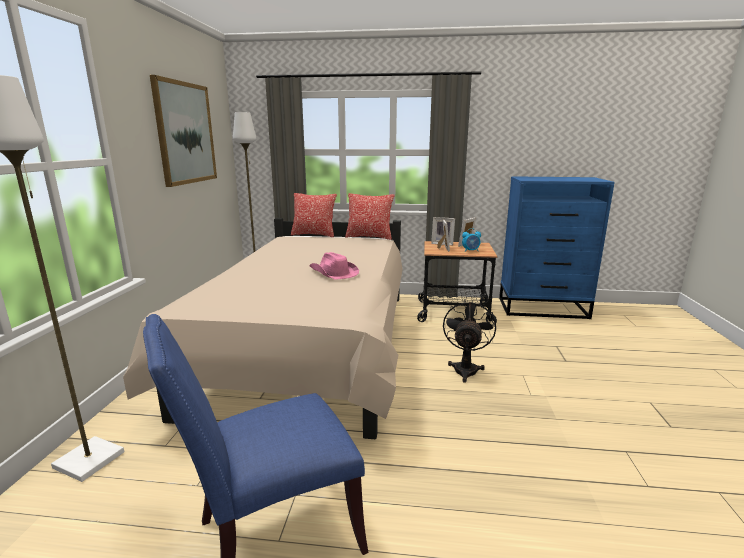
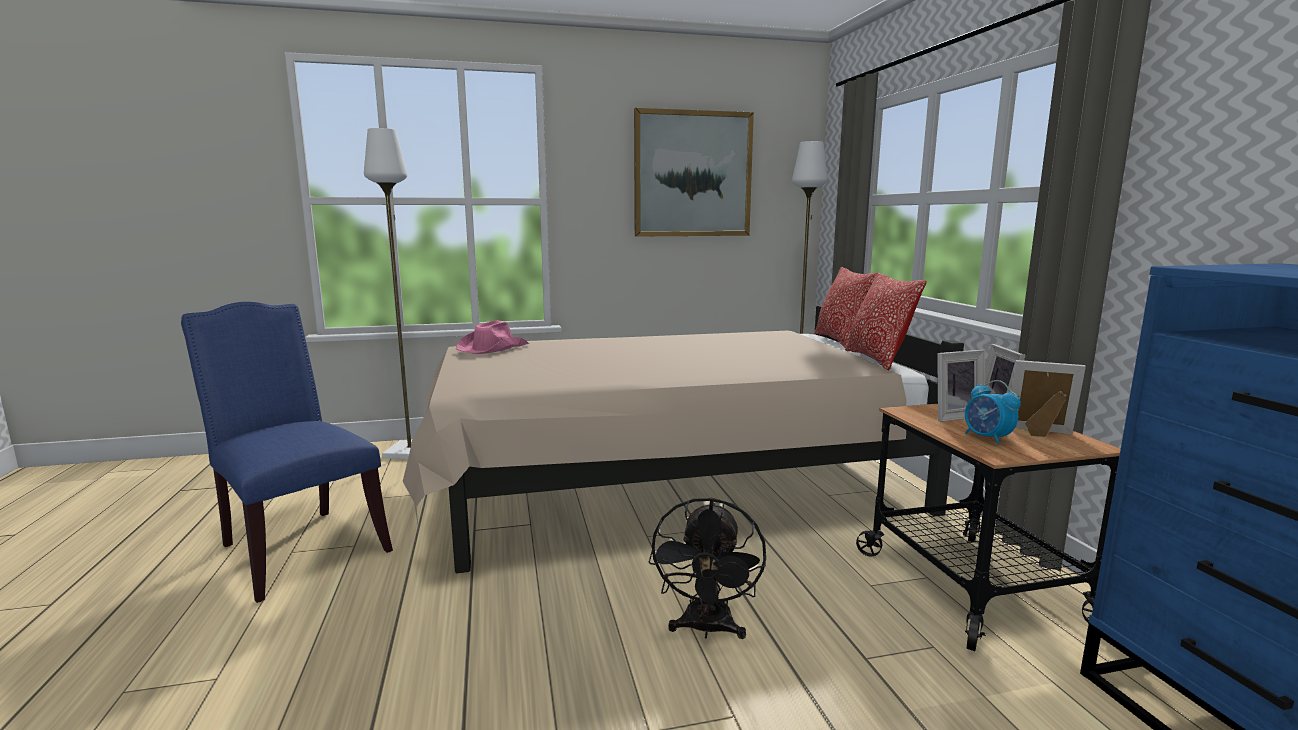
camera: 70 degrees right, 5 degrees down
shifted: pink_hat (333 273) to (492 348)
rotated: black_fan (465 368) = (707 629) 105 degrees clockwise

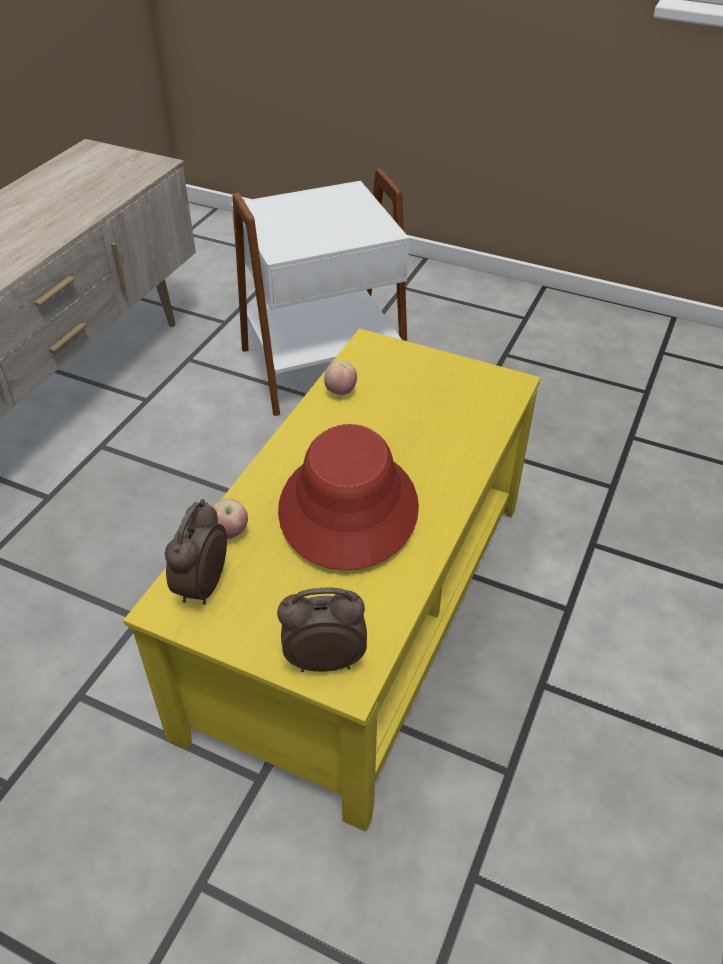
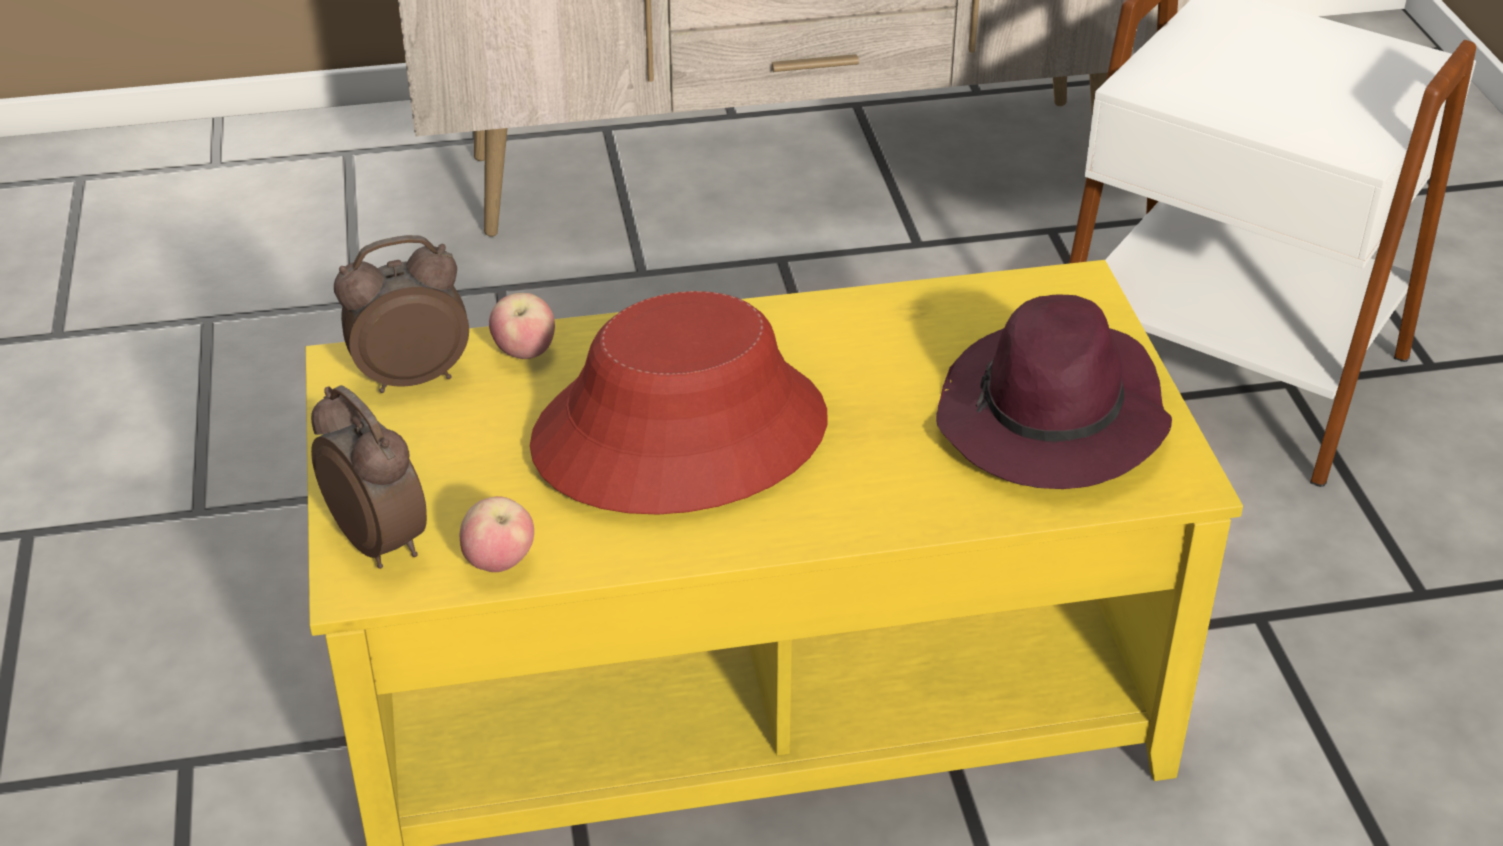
camera: 55 degrees right, 5 degrees down
new: purple_hat (1052 419)
shifted: apple (340 392) to (499 563)

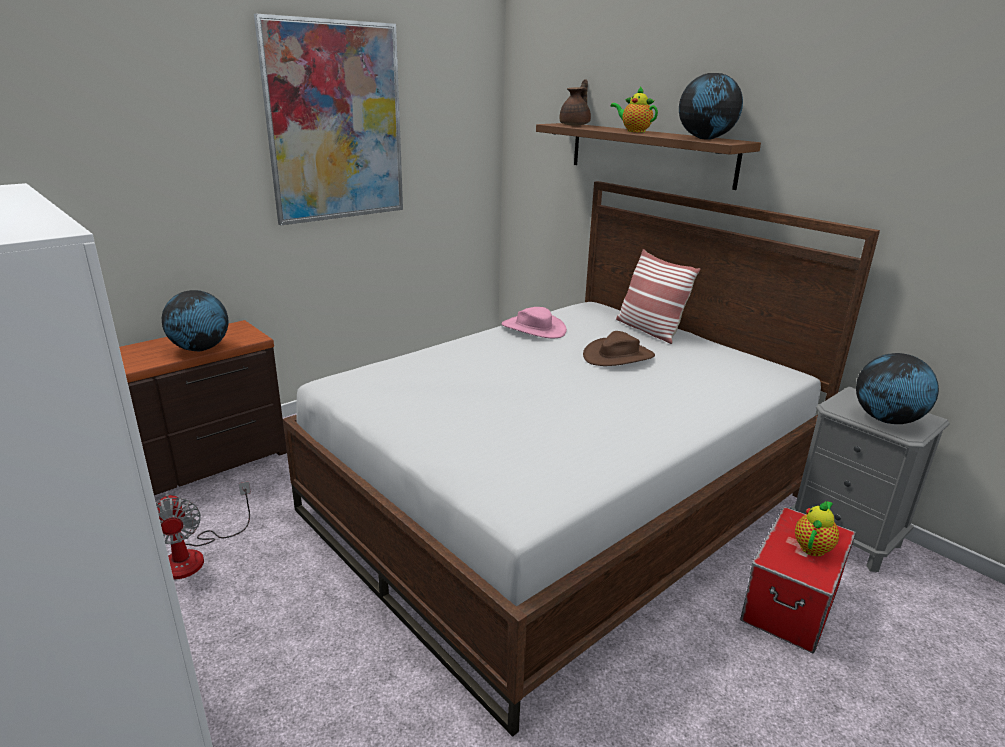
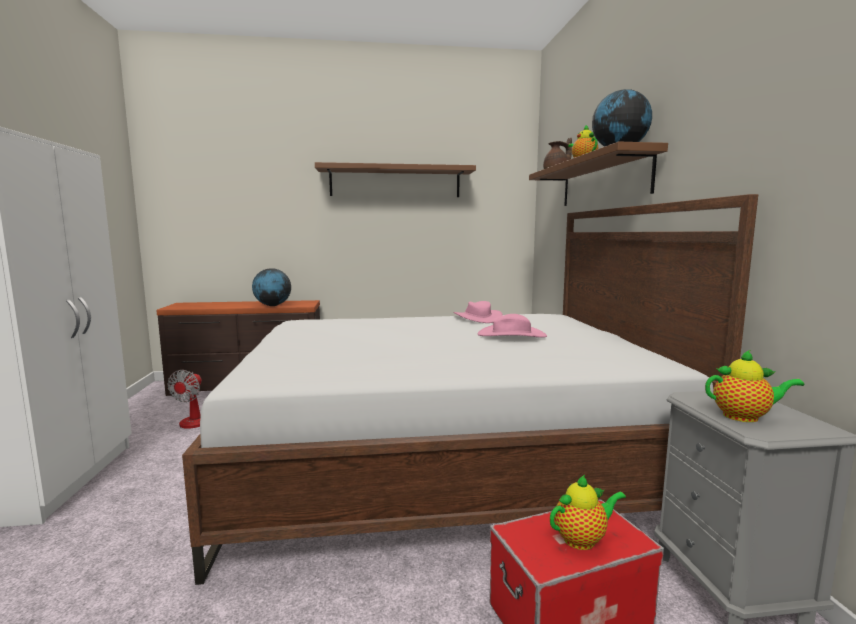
camera: 35 degrees right, 15 degrees down
gone: pillow (649 330)
swapped: picture (336 123) to brown_shelf (395 182); globe (886 420) to teapot (744 417)
repainted: brown_hat (618 356) to pink_hat (512 335)

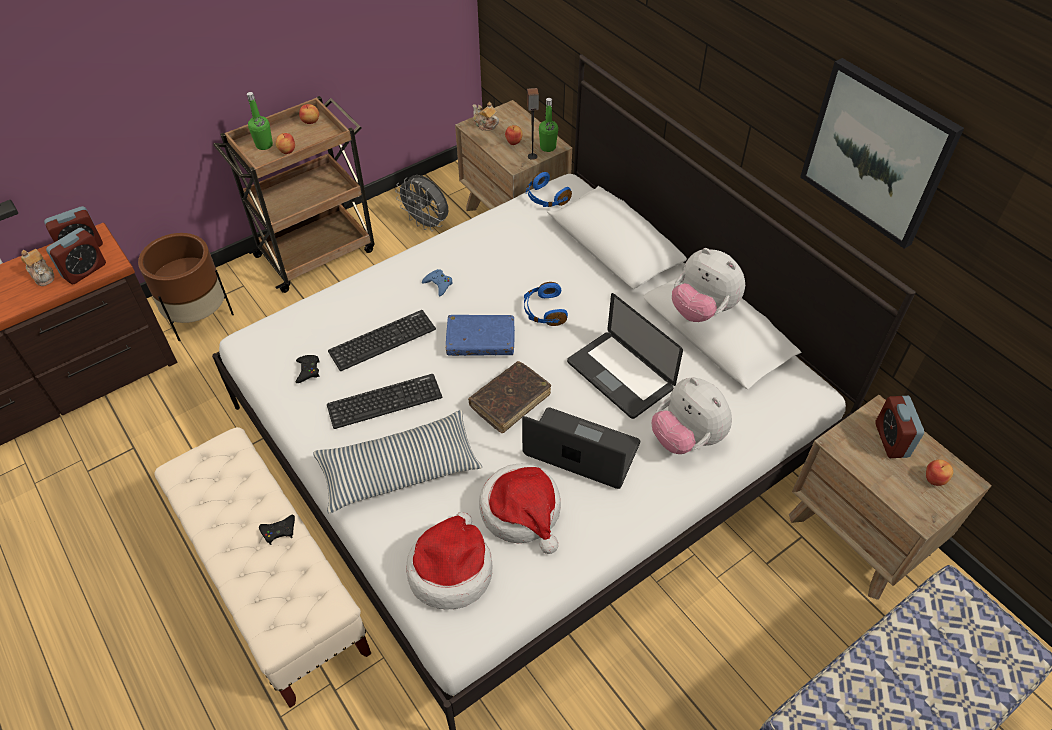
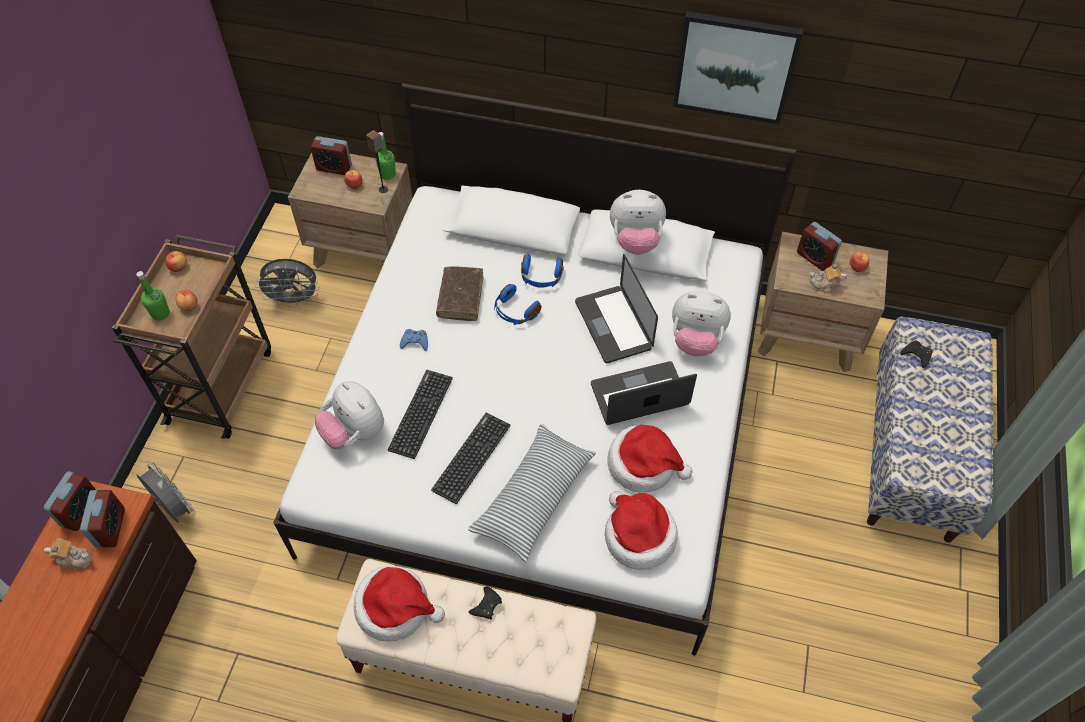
camera: 40 degrees left, 5 degrees up
gone: blue_book (480 341)
new: alarm_clock (334 168); plush_toy (354 432); hat (395 608)
shifted: brown_book (510 401) to (460 297); blue_headphones (546 198) to (541 277); teapot (485 125) to (824 285); black_game_controller (308 370) to (916 355)
swapped: brown_planter (199 317) to grey_fan (173 510)
rotated: laptop (620 375) = (613 325) 60 degrees clockwise

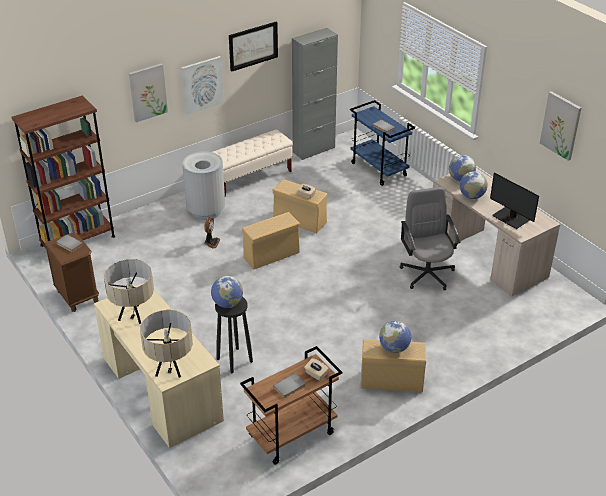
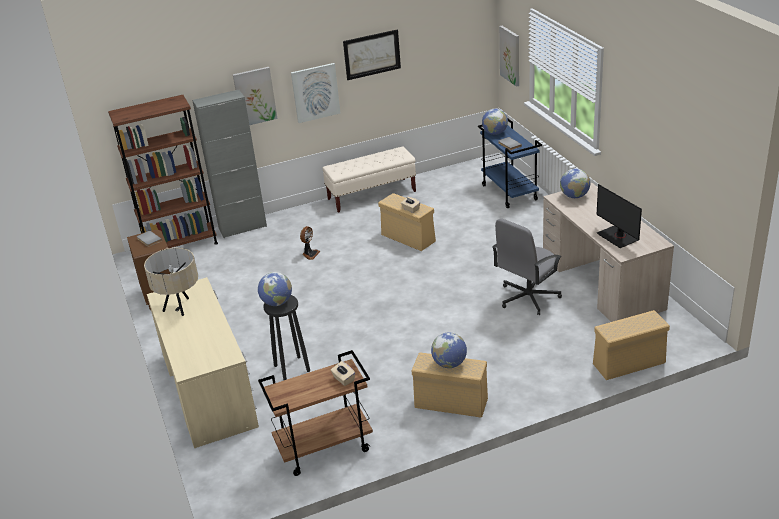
camera: 15 degrees right, 5 degrees down
gone: beige_table_lamp (170 368); grey_trash_can (206 210); grey_book (290 387)
shifted: grey_cabinet (314 150) to (242 227); globe (471 196) to (495 133); picture (561 125) to (510 55); beige_storage_box (272 255) to (629 363)
rotated: grey_office_chair (427 274) = (527 297) 135 degrees counterclockwise

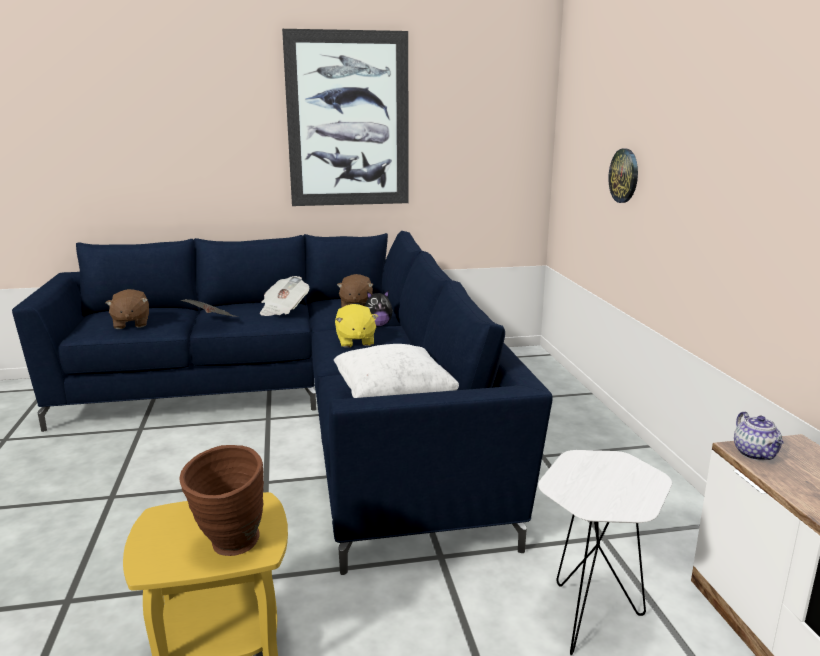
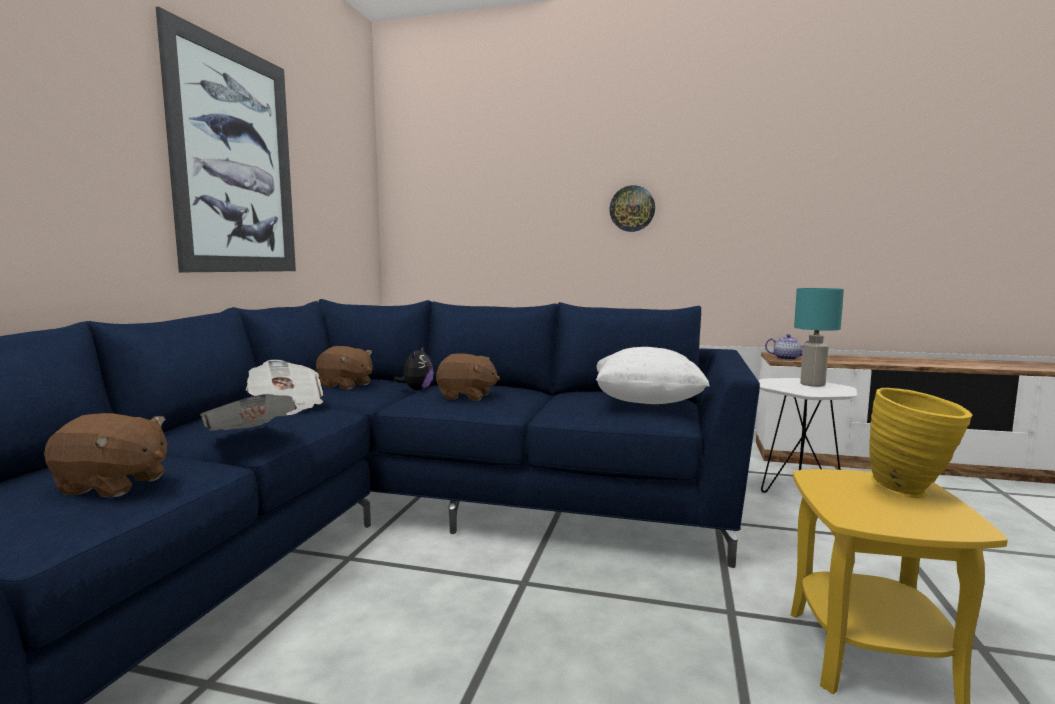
camera: 65 degrees left, 10 degrees down
new: turquoise_table_lamp (813 384)
shifted: wall_clock (624 175) to (632 208)
repainted: yellow_plush_toy (355 341) to brown_plush_toy (467 396); brown_vase (229 549) to yellow_vase (912 492)

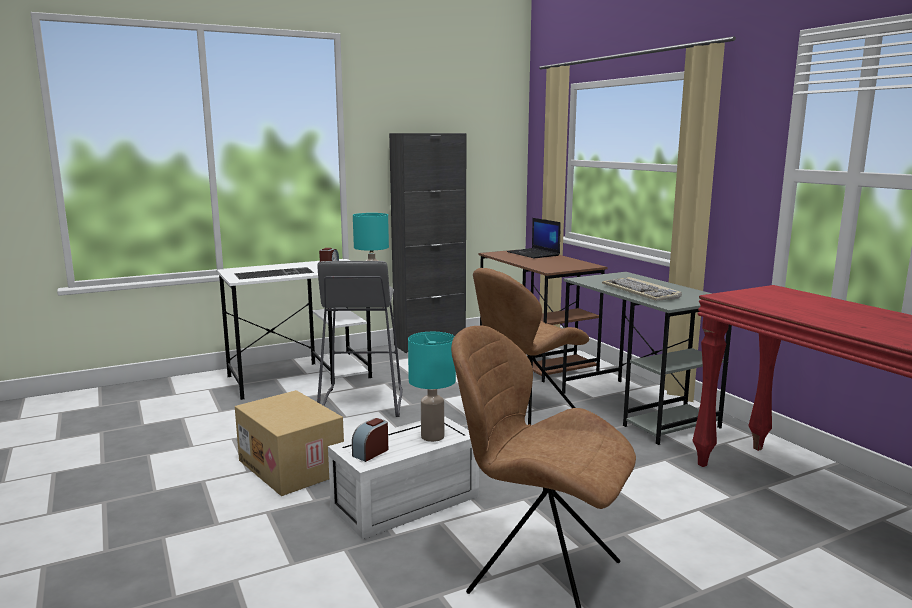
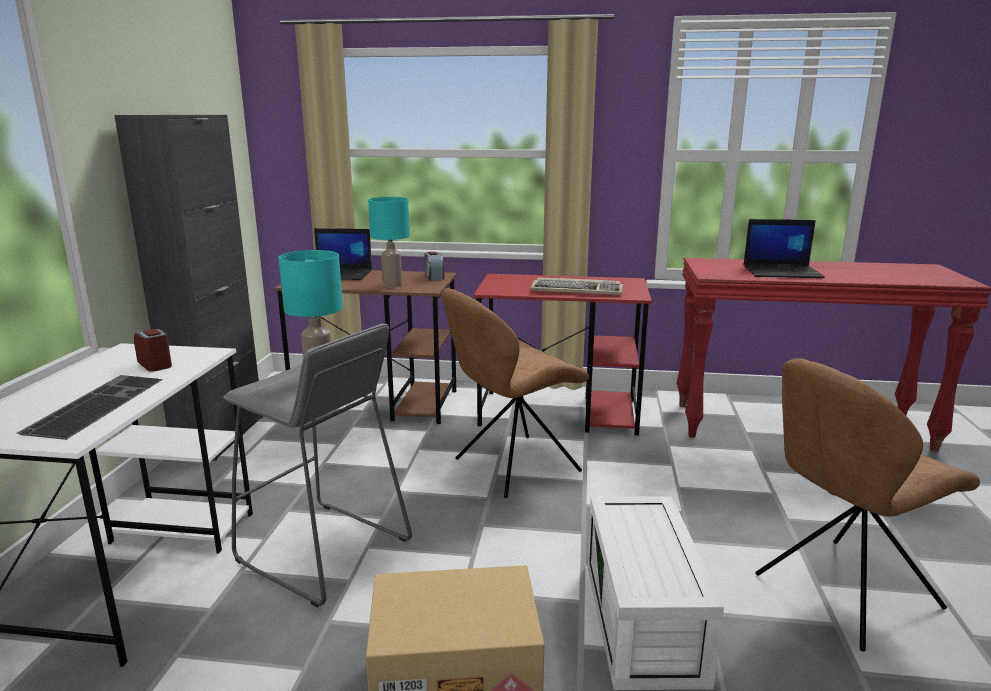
camera: 55 degrees left, 5 degrees up
new: laptop (782 272)
shifted: turquoise_table_lamp (432 436) to (391 285); alarm_clock (371 452) to (434 277)
repainted: grey_desk (637 409) to red_desk (560 412)
rotated: brown_chair (526 418) = (513 466) 60 degrees clockwise

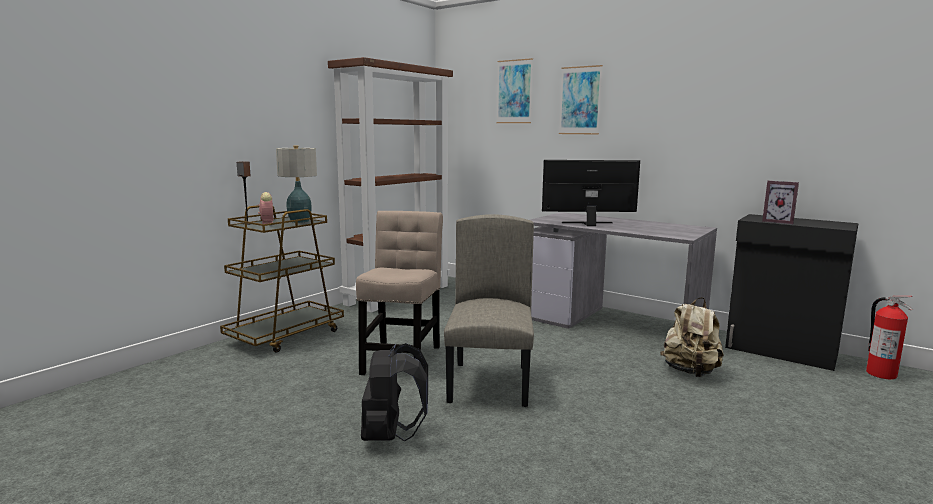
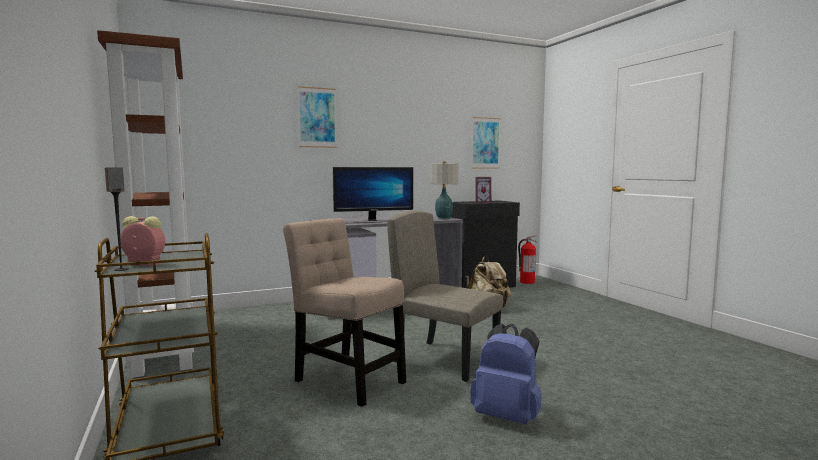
camera: 60 degrees left, 5 degrees down
shifted: table_lamp (299 221) to (444 218); picture (514 91) to (485 143)
repainted: black_backpack (391 435) to blue_backpack (507 416)
rotated: monitor (589 224) = (373 221) 135 degrees counterclockwise

